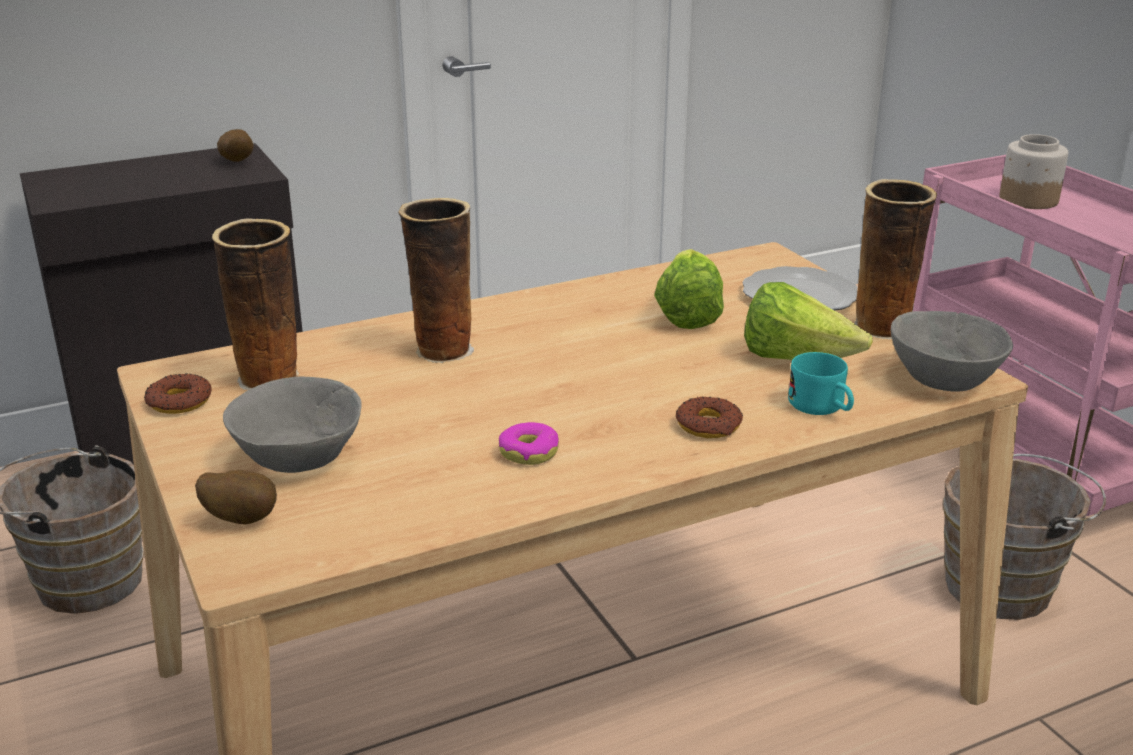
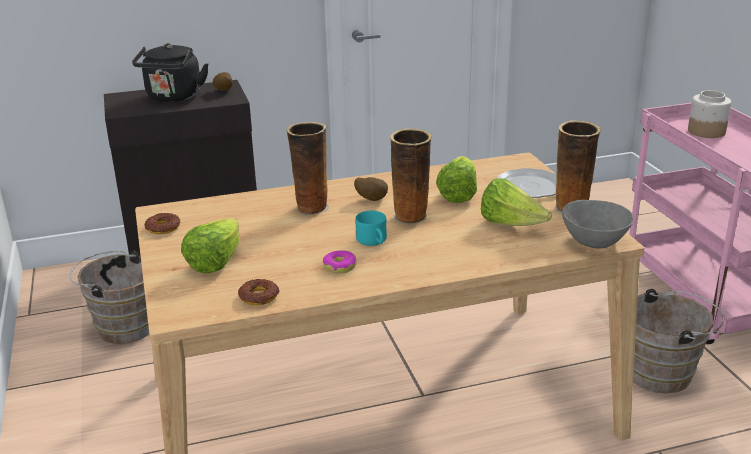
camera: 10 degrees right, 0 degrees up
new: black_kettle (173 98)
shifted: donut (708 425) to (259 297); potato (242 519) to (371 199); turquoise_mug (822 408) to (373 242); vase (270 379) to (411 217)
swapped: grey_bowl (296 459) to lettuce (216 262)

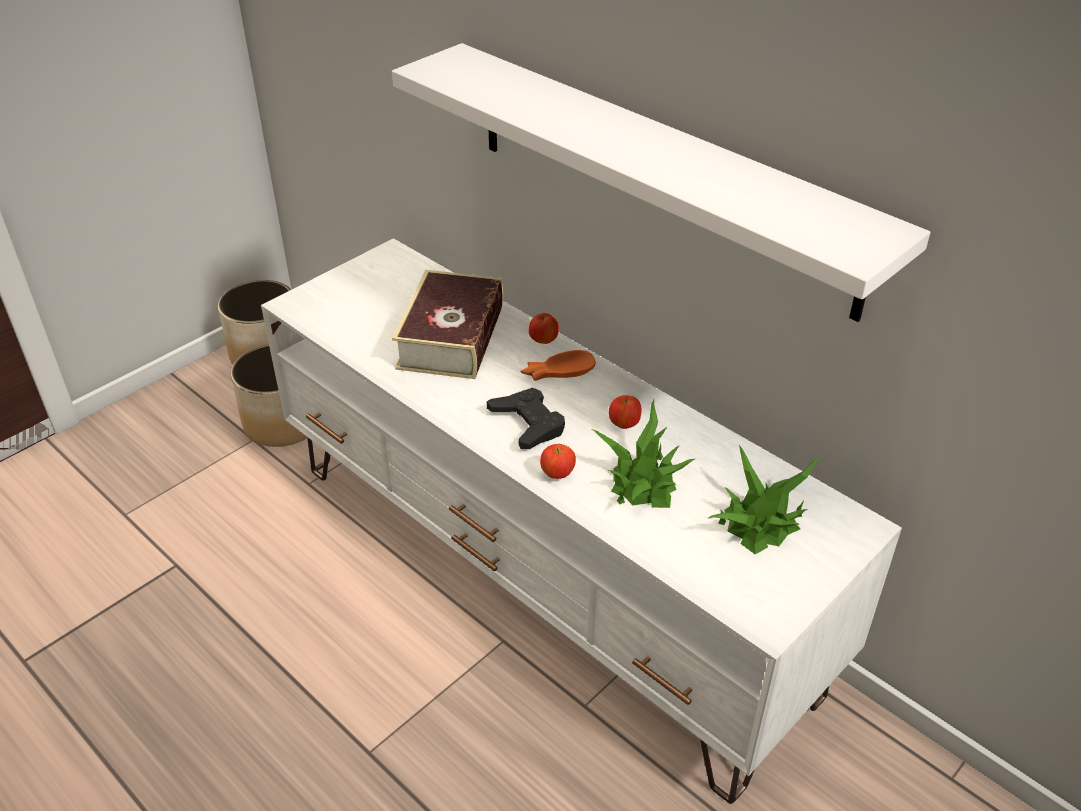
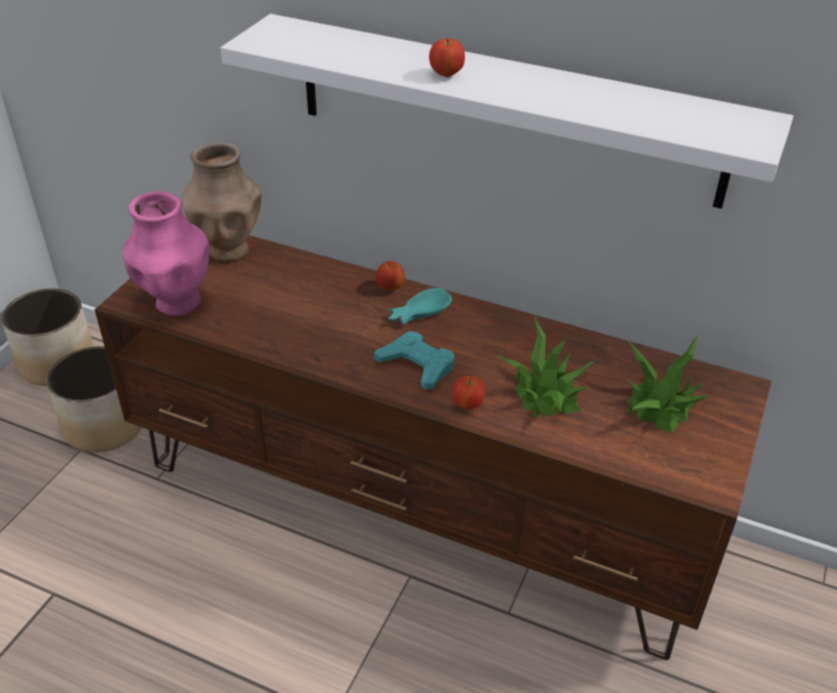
camera: 20 degrees left, 0 degrees up
gone: book (451 337)
new: pink_vase (176 303); brown_vase (228 250)
shifted: apple (624 424) to (446 74)
repainted: white_tv_stand (544 574) to brown_tv_stand (419 505); black_game_controller (528 423) to turquoise_game_controller (417 365); orange_bowl (557 371) to turquoise_bowl (417 312)

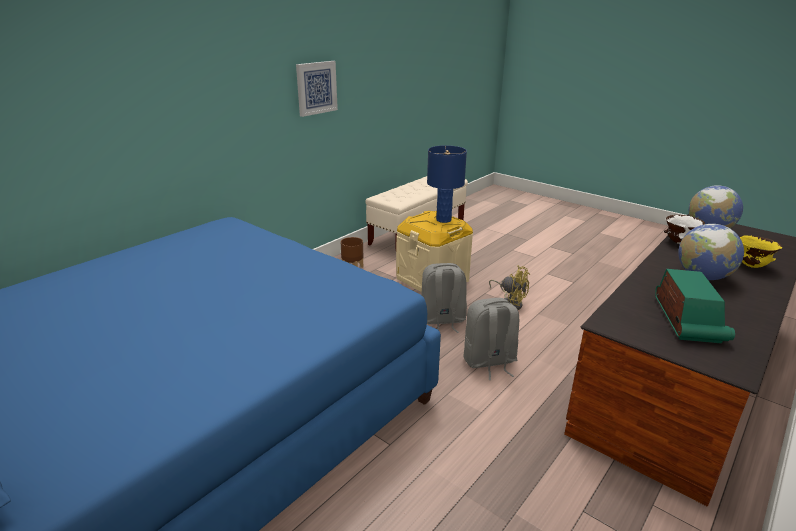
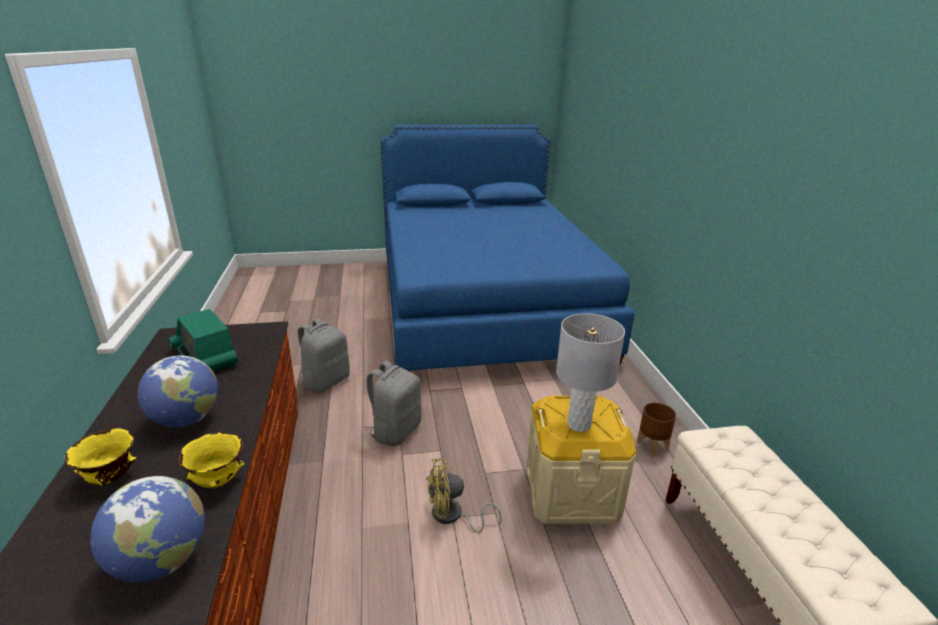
camera: 130 degrees right, 0 degrees up
gone: picture (316 88)
shifted: grey_backpack (441 320) to (326 381)
repainted: white_bowl (678 243) to yellow_bowl (219 481); blue_table_lamp (443 220) to grey_table_lamp (578 424)

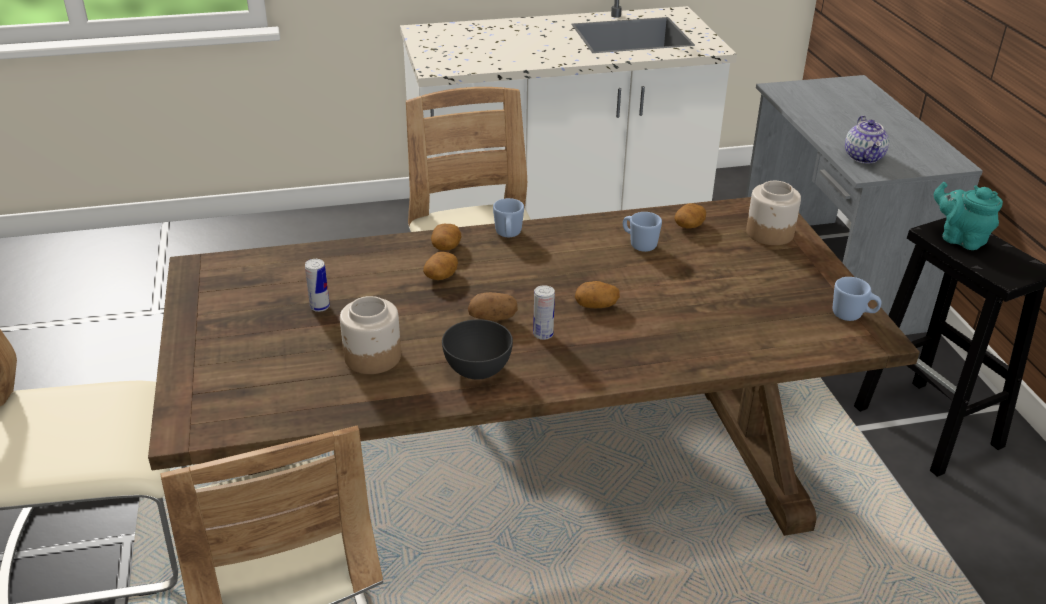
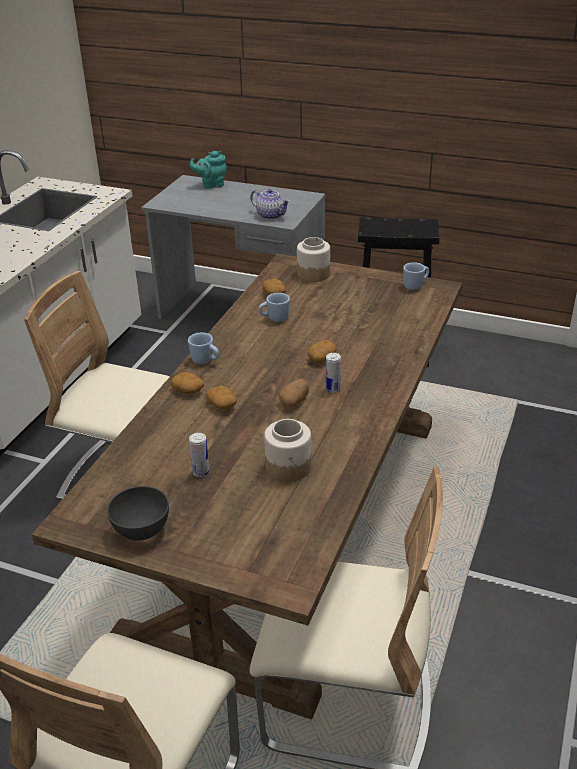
camera: 55 degrees left, 0 degrees up
shifted: grey_bowl (477 369) to (141 530); turquoise_teapot (960 239) to (211 185)

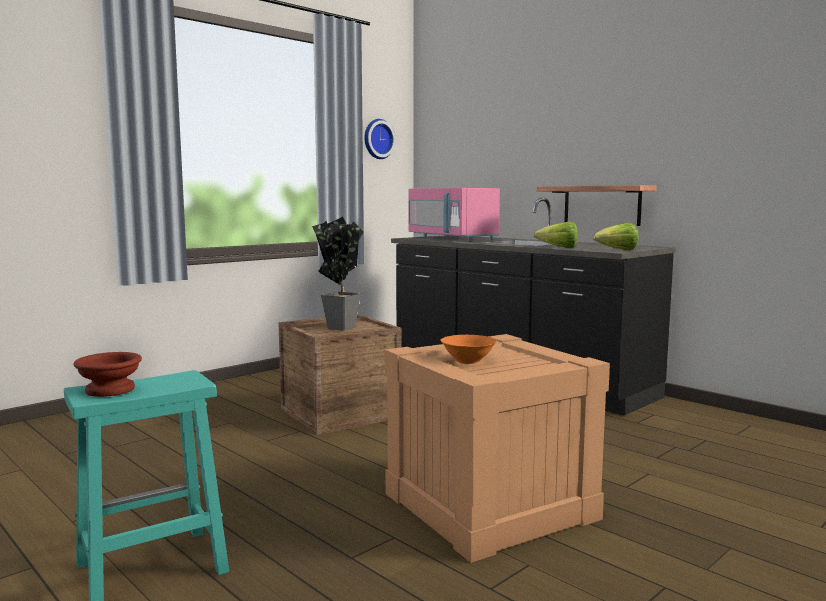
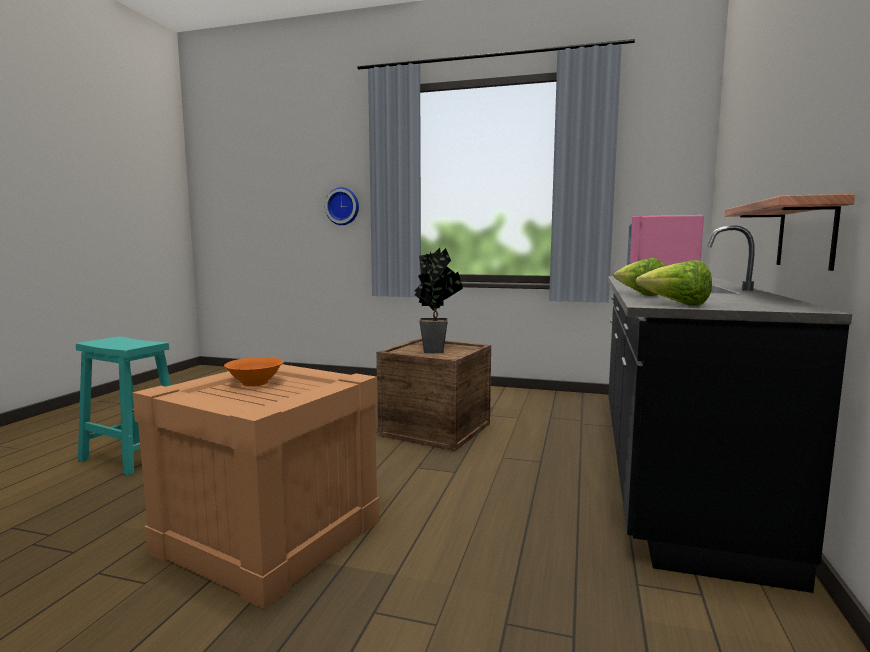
camera: 60 degrees right, 0 degrees up
gone: brown_bowl (110 389)
shifted: wall_clock (377 139) to (343 206)

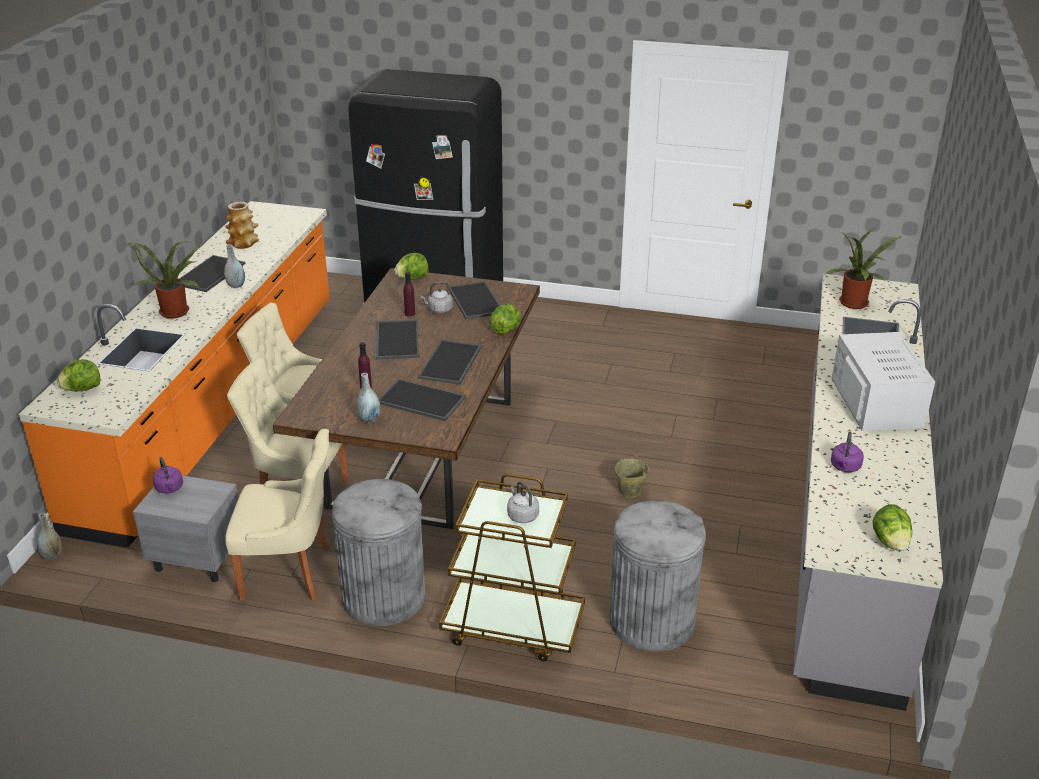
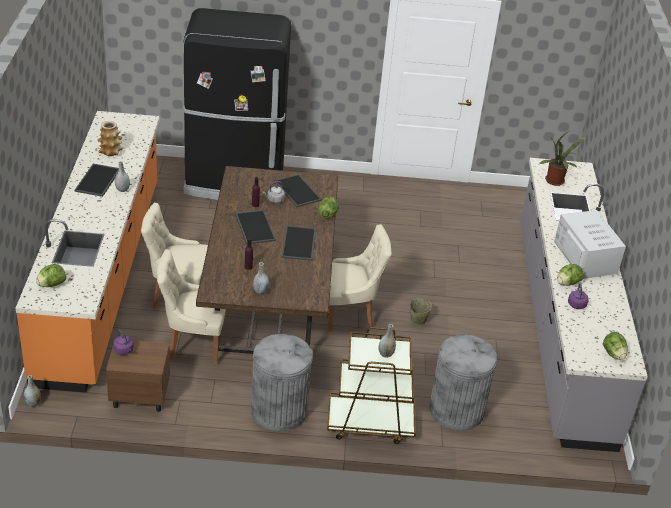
camera: 15 degrees left, 5 degrees up
gone: potted_plant (176 311); tray (419 401)
shifted: beige_chair (290 572) to (349 314); lettuce (412 278) to (567 283)
swapped: grey_kettle (522 515) to grey_vase (386 354)
repainted: grey_nightstand (196 559) to brown_nightstand (139 396)

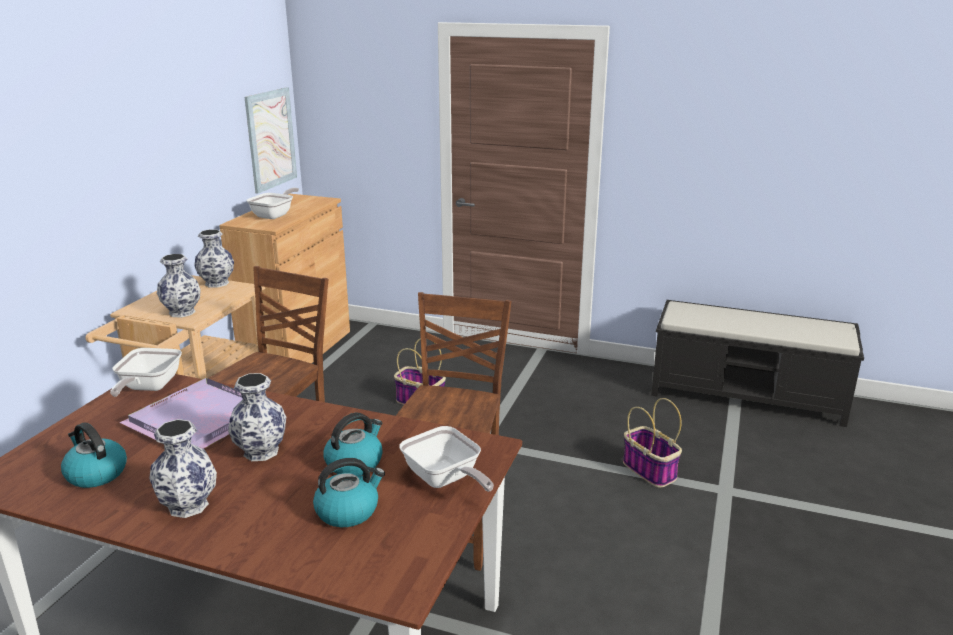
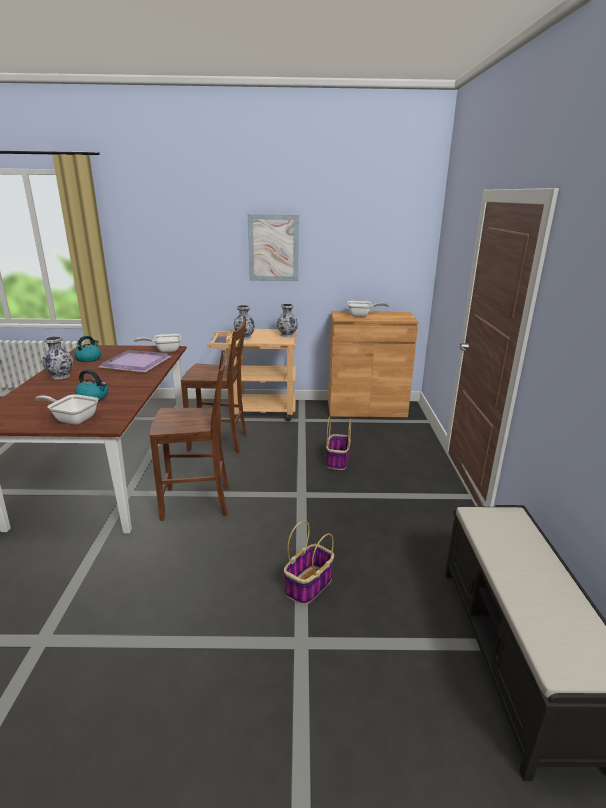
camera: 70 degrees right, 0 degrees up
gone: vase (261 452); kettle (348 511)
shifted: picture (271 139) to (273 248)
rotated: frying_pan (445 480) = (73 419) 75 degrees clockwise

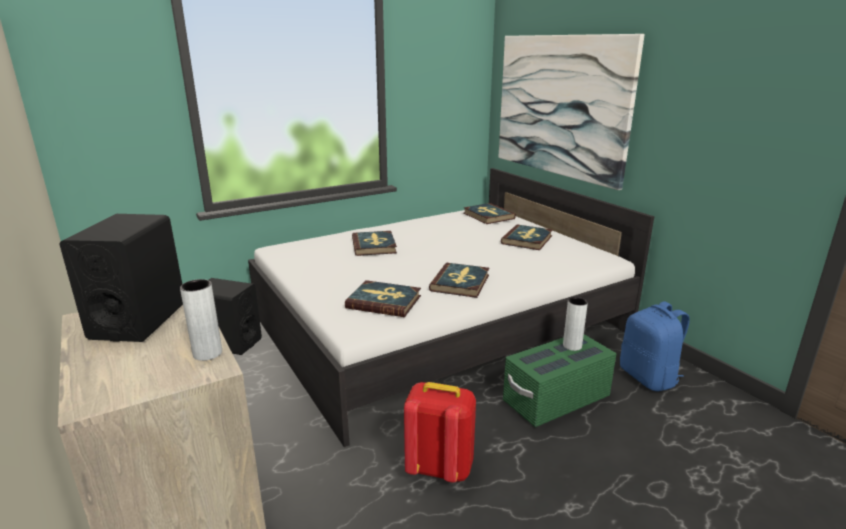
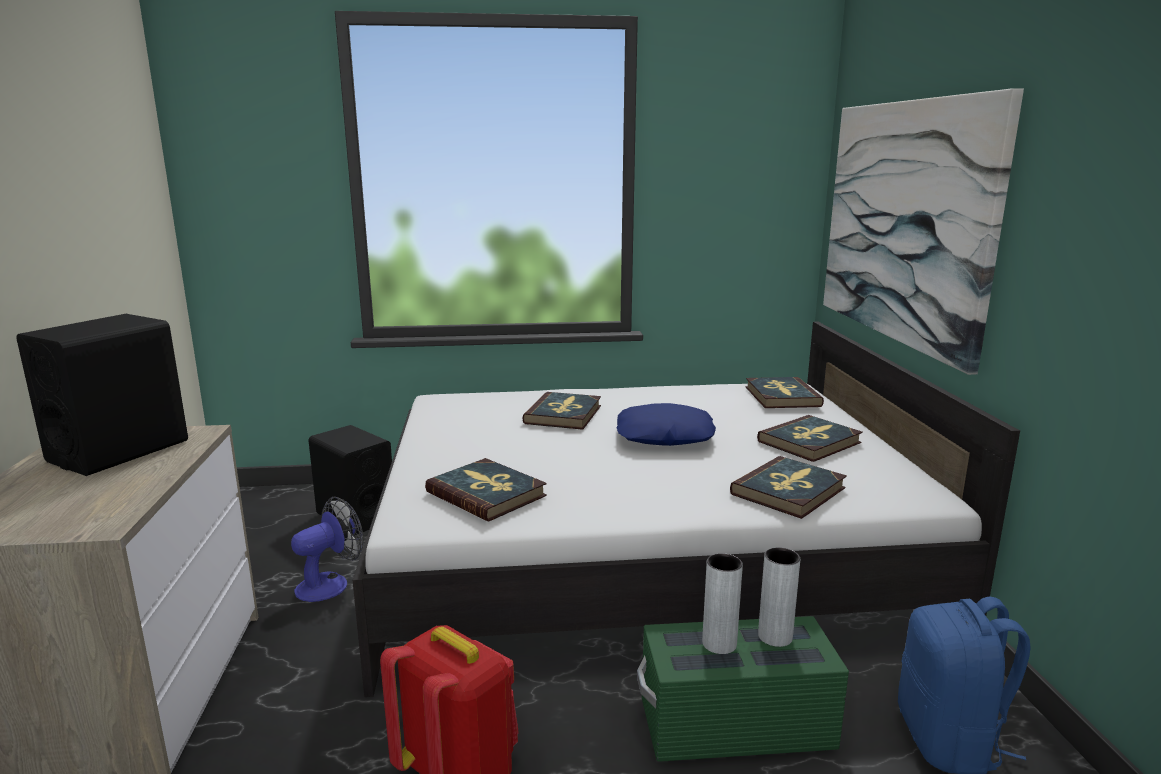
camera: 25 degrees right, 5 degrees down
new: fan (330 583); blue_pillow (664 436)
shifted: grey_vase (207 353) to (719 644); book (460 283) to (789 491)

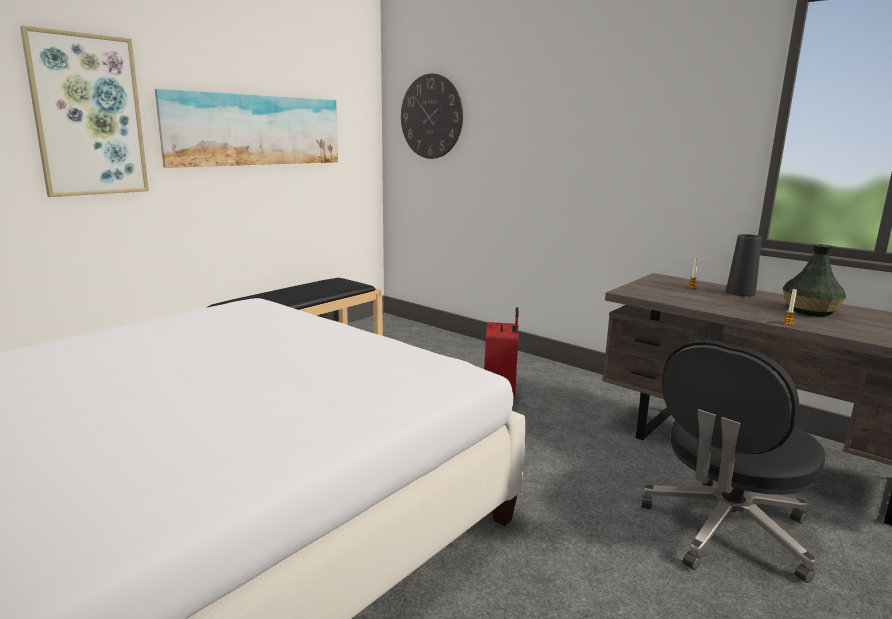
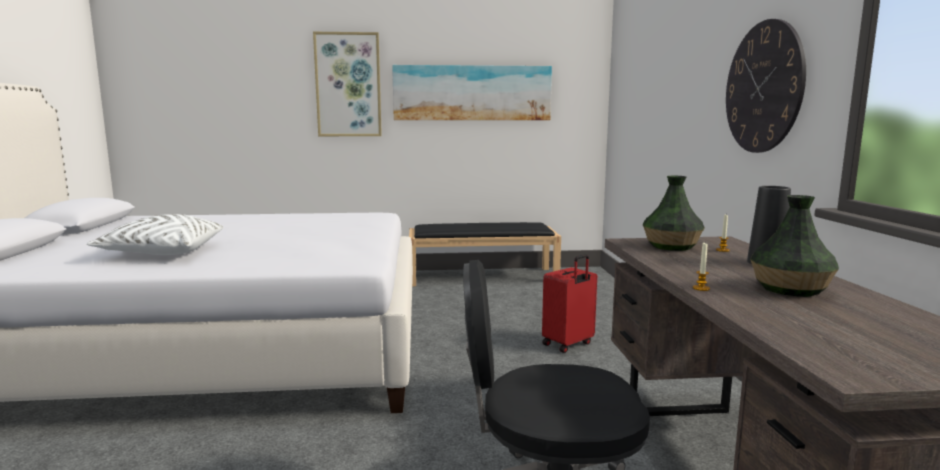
camera: 45 degrees right, 5 degrees down
new: white_pillow (162 252); vase (671 246)
shifted: wall_clock (431 116) to (763 87)

